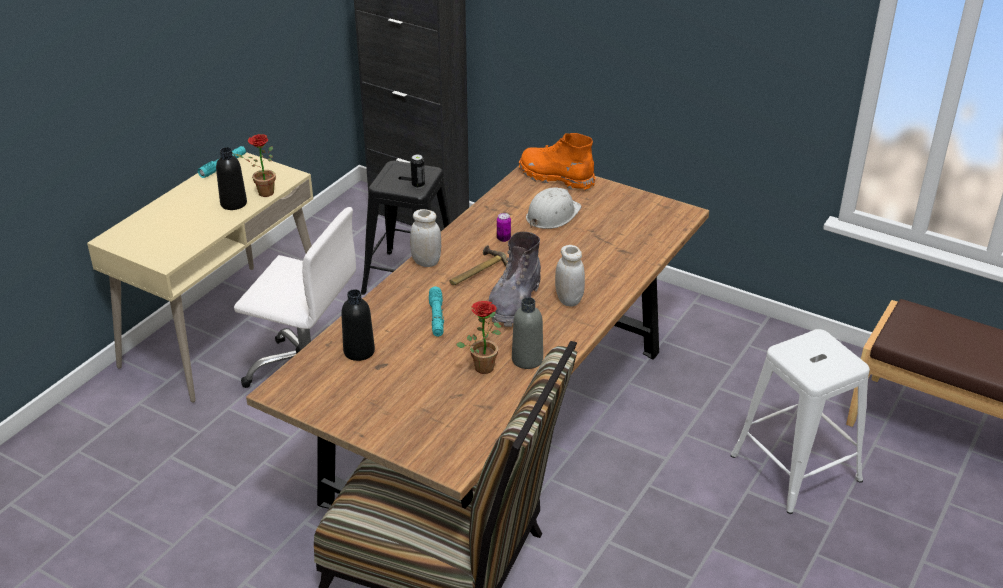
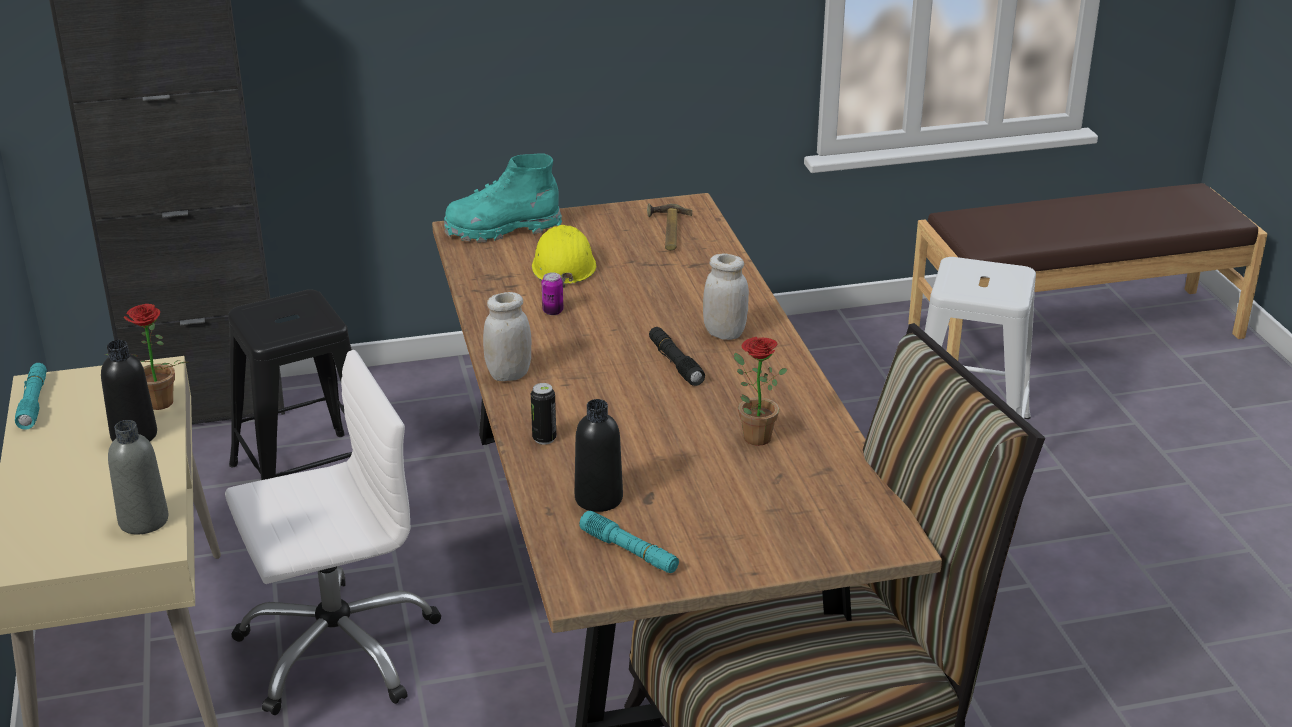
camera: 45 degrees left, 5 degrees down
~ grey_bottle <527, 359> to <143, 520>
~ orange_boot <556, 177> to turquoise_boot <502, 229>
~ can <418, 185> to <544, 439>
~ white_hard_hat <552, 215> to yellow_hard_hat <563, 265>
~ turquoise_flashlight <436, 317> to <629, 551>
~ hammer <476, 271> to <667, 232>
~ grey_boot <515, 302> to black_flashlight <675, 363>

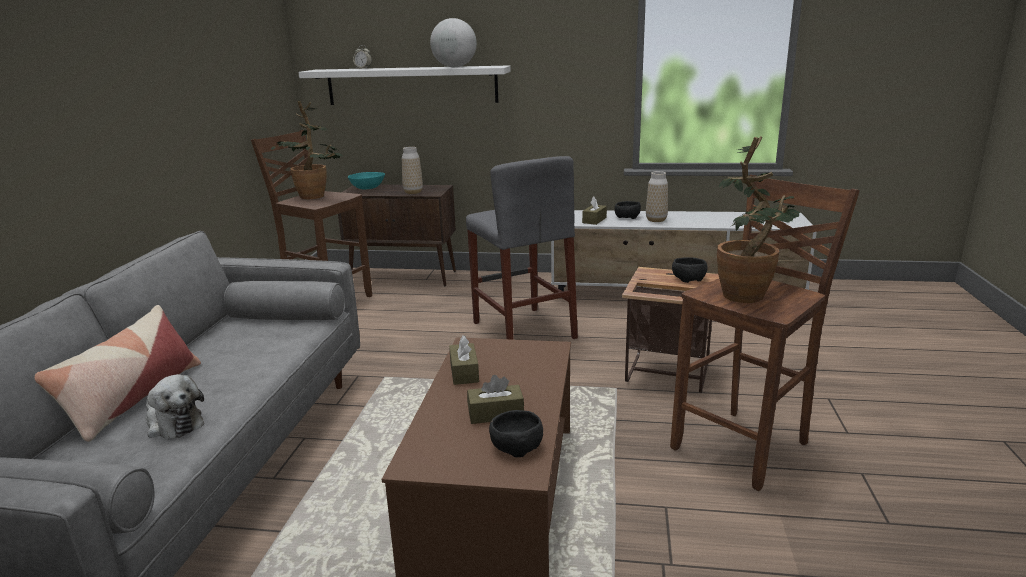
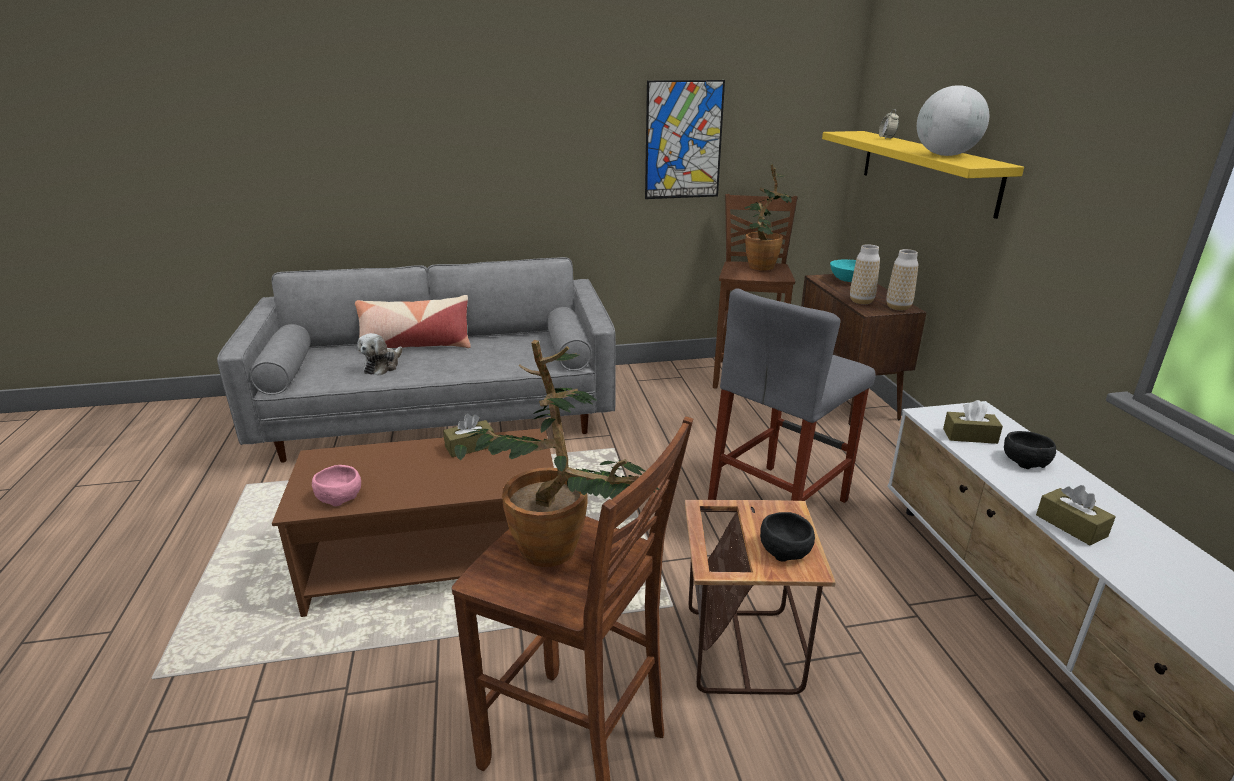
camera: 70 degrees right, 5 degrees up
~ black_bowl <515, 446> to pink_bowl <340, 496>
+ picture <683, 140>
~ white_shelf <411, 85> to yellow_shelf <926, 170>
~ vase <656, 220> to <898, 307>
~ brown_tissue_box <495, 414> to <1071, 525>

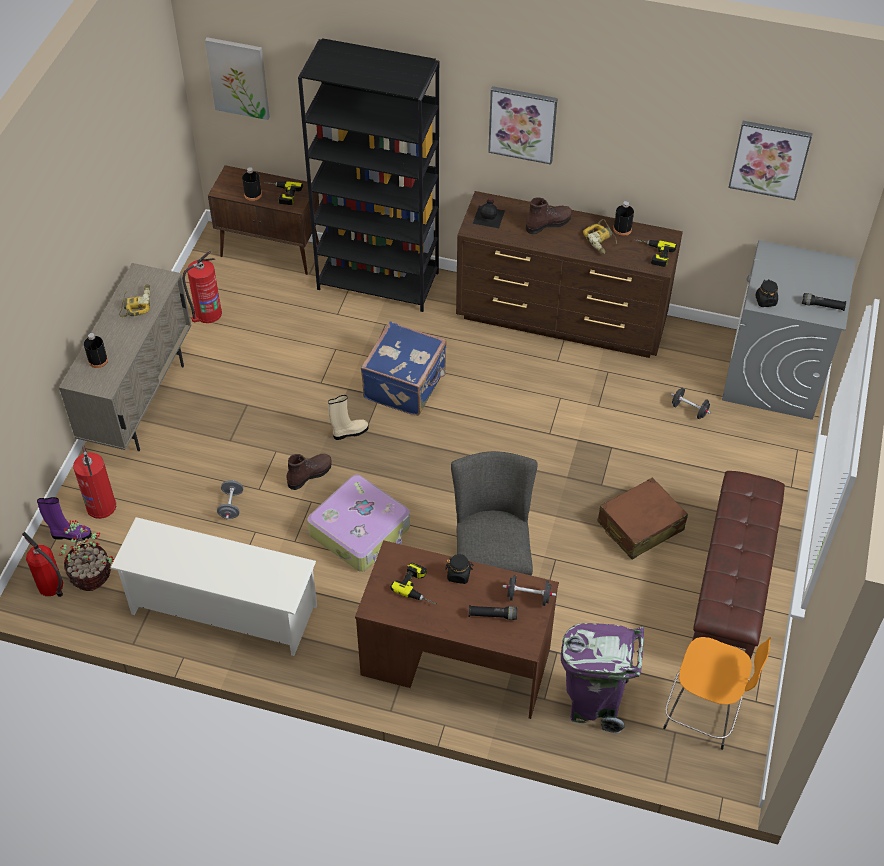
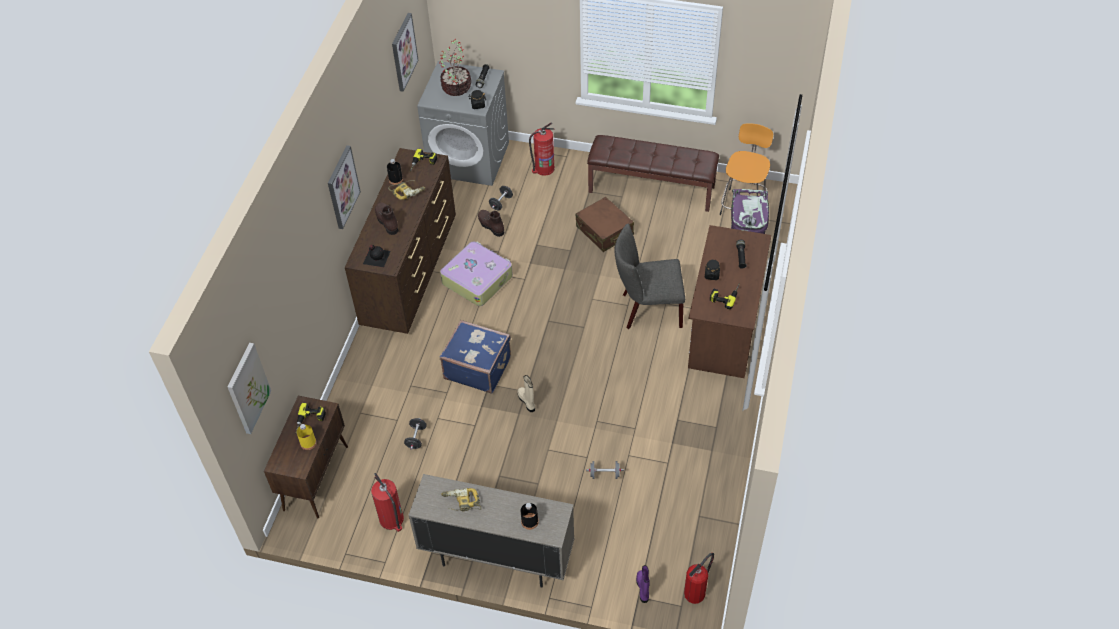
camera: 90 degrees left, 0 degrees up
~ black_bottle <253, 194> to yellow_bottle <308, 443>
~ black_dumbbell <528, 597> to <416, 438>
~ potted_plant <91, 574> to <456, 87>
~ suitcase <361, 531> to <477, 279>
~ brown_boot <309, 474> to <491, 226>
~ fire_extinguisher <101, 505> to <544, 168>
- white_shoe_rack <222, 610>
- black_bookcase <379, 281>

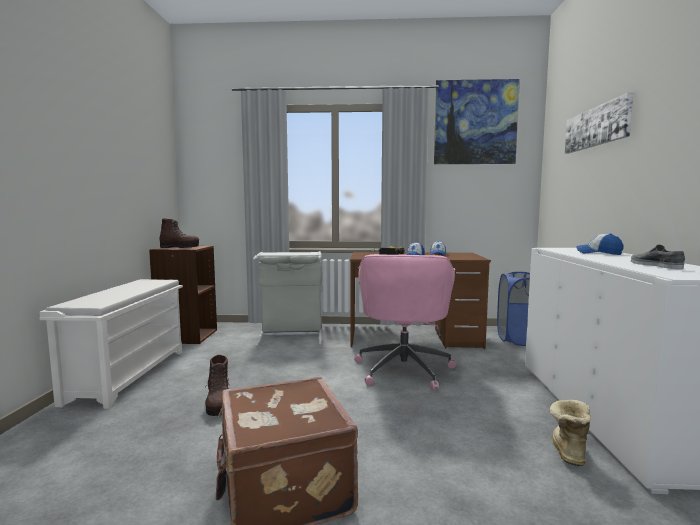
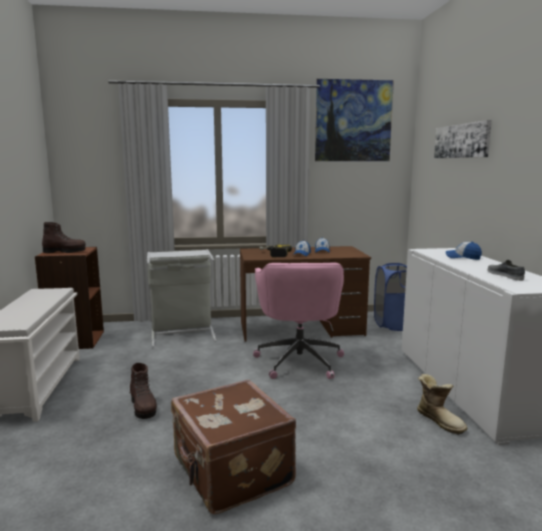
camera: 10 degrees left, 5 degrees up
~ boot <567, 451> = <440, 420> 135 degrees clockwise

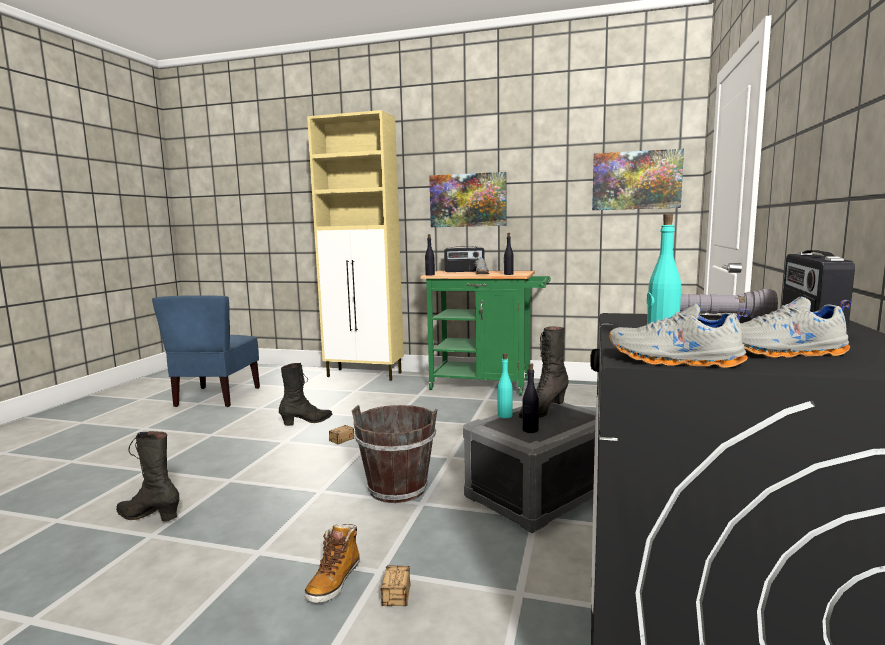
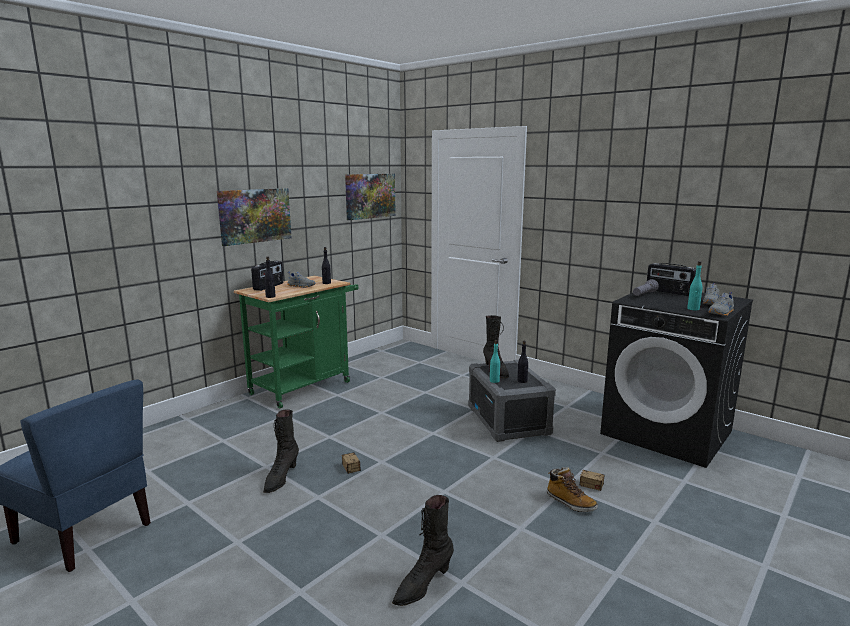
camera: 65 degrees left, 5 degrees up
~ black_boot <307, 422> = <281, 478> 150 degrees counterclockwise
- beige_cabinet <365, 375>
- brown_bucket <398, 488>

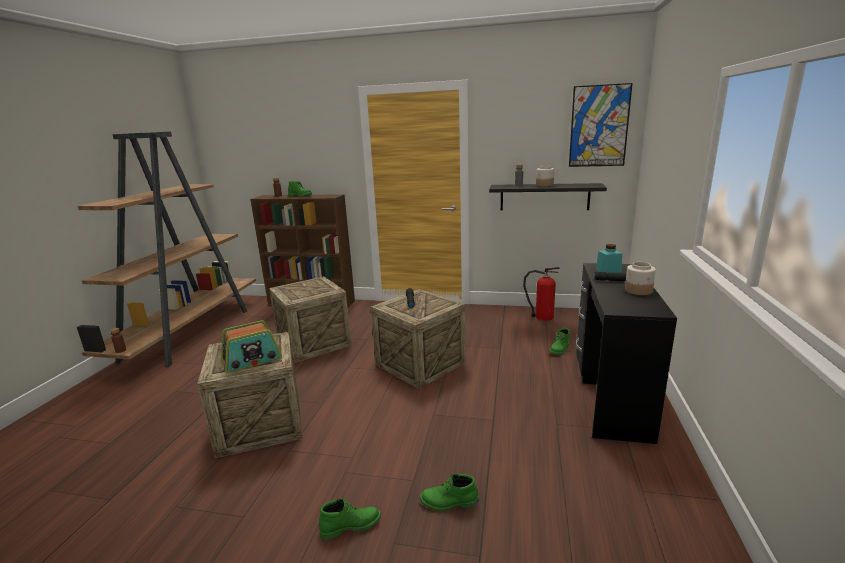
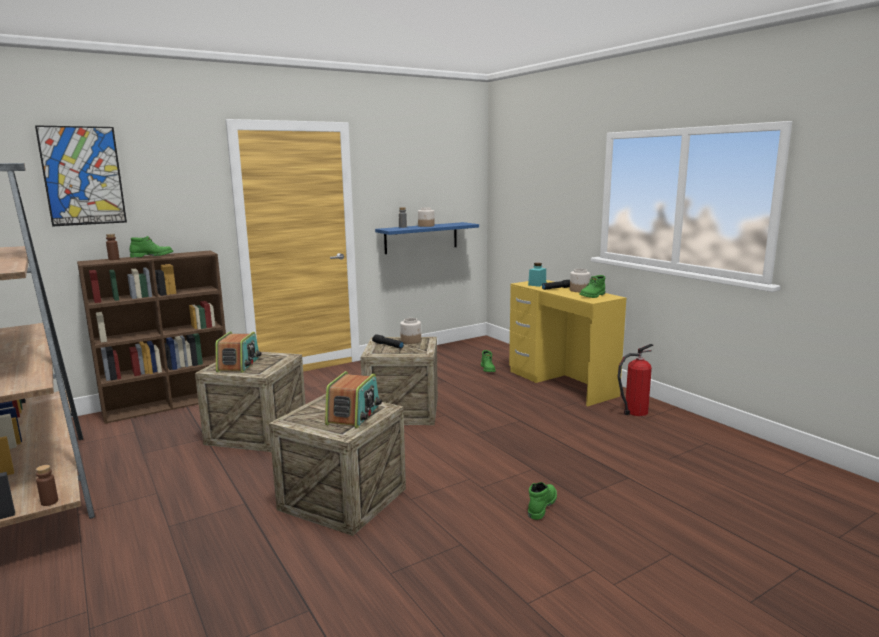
camera: 45 degrees left, 5 degrees down
~ picture <599, 126> to <83, 176>
+ radio <239, 364>
~ black_shelf <544, 197> to blue_shelf <421, 238>
+ jar <411, 341>
~ black_desk <611, 396> to yellow_desk <561, 383>
~ green_boot <449, 502> to <593, 296>
~ fire_extinguisher <542, 317> to <634, 412>

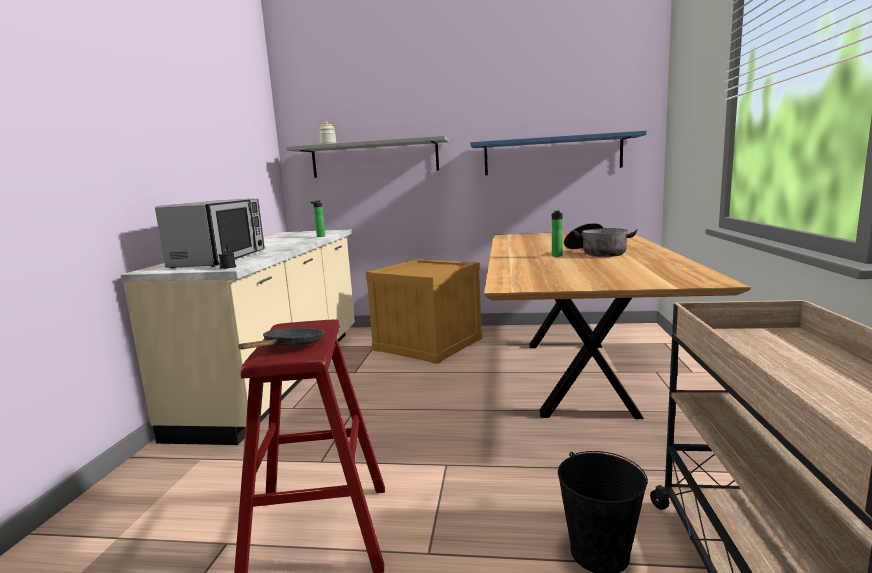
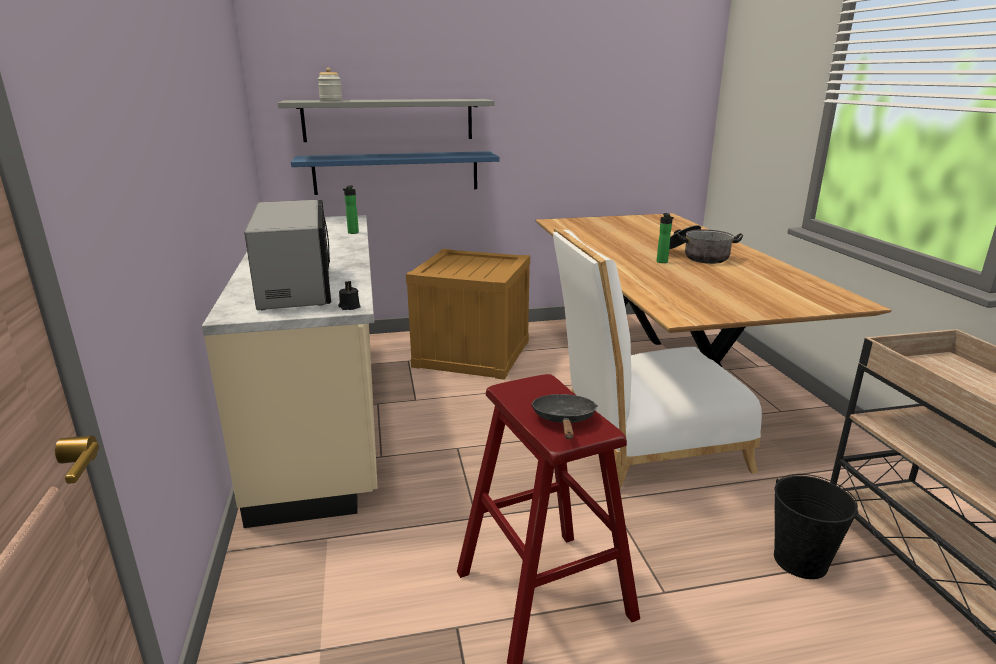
camera: 20 degrees left, 10 degrees up
~ blue_shelf <552, 155> to <396, 172>
+ white_chair <643, 447>

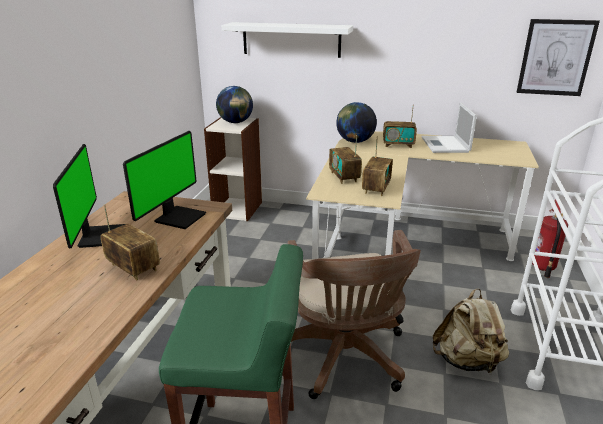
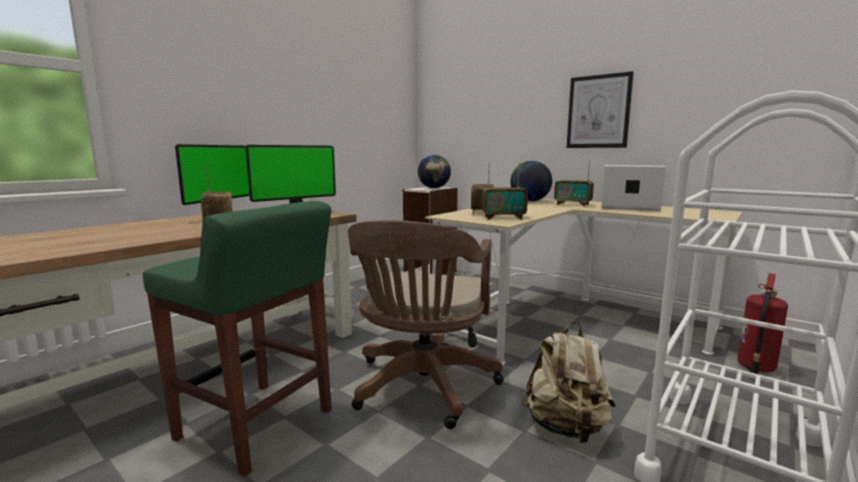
camera: 25 degrees right, 15 degrees down
~ radio <376, 188> = <503, 218> 45 degrees clockwise
~ picture <555, 58> to <598, 112>
~ laptop <445, 145> = <628, 207> 90 degrees clockwise
- white_shelf <291, 39>

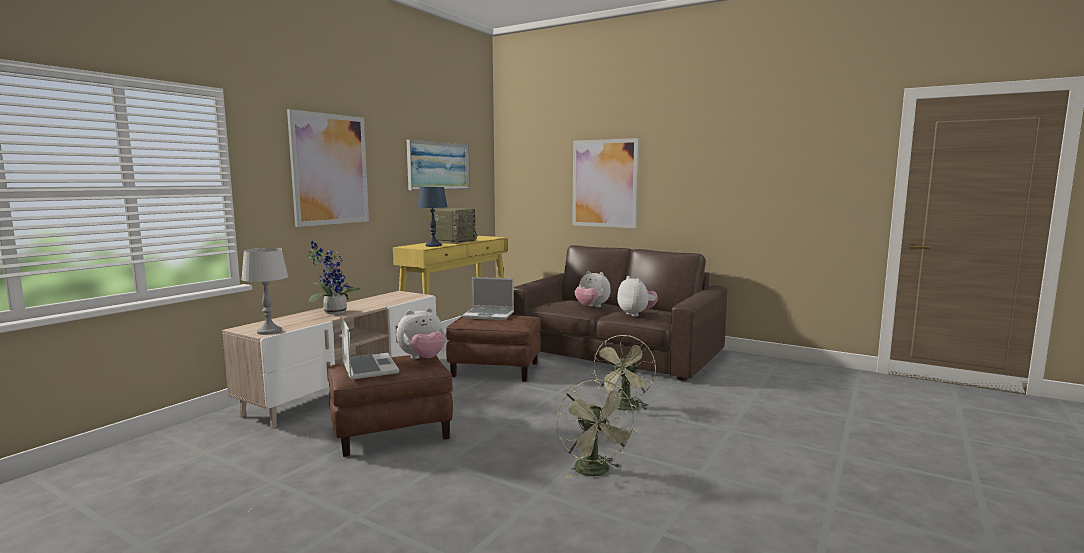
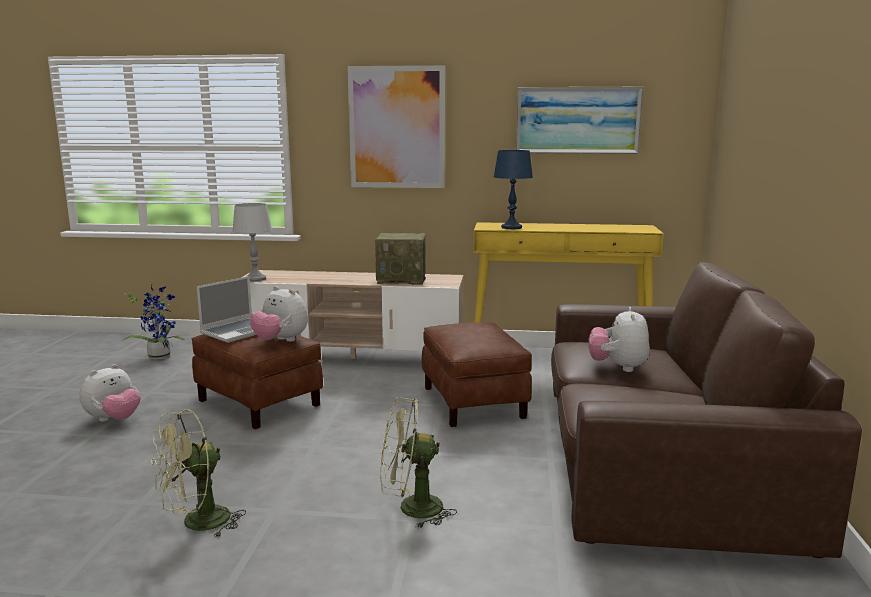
camera: 65 degrees right, 5 degrees up
~ plush_toy <636, 314> to <114, 419>
~ potted_plant <332, 312> to <159, 355>
~ radio <454, 241> to <402, 280>
- laptop <489, 315>
- picture <604, 183>

